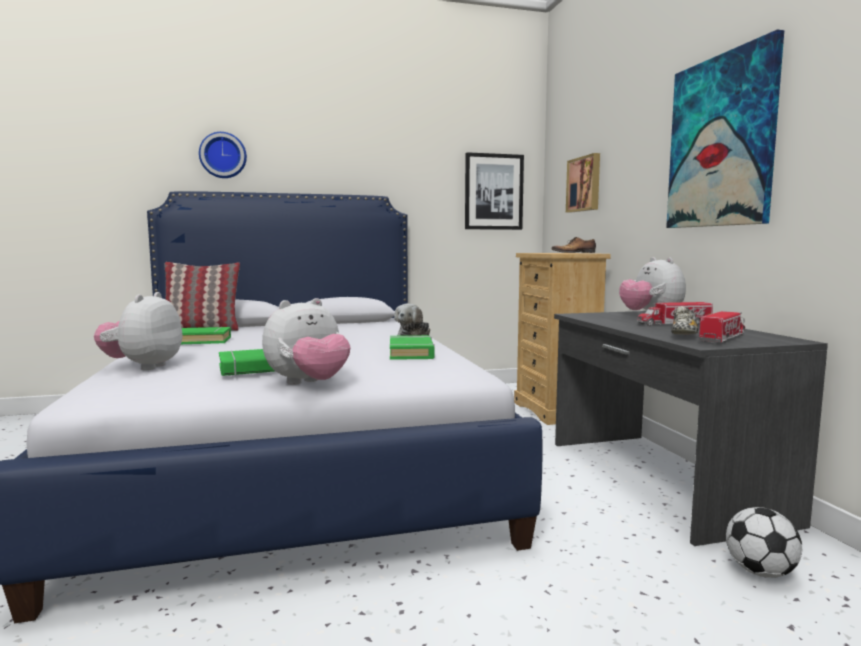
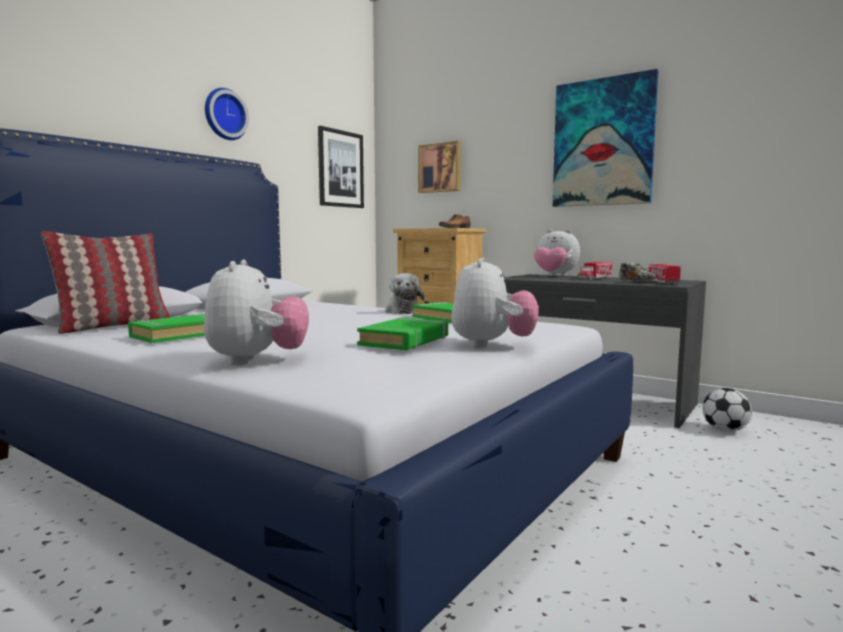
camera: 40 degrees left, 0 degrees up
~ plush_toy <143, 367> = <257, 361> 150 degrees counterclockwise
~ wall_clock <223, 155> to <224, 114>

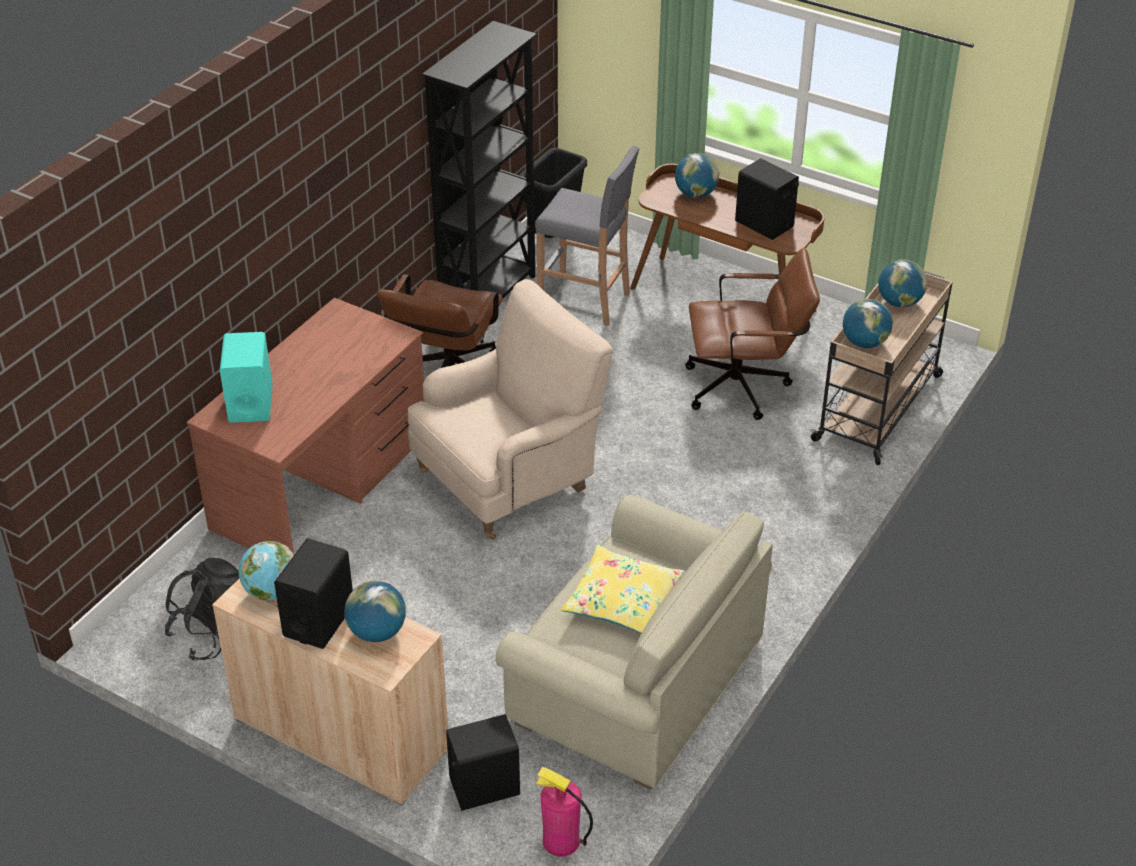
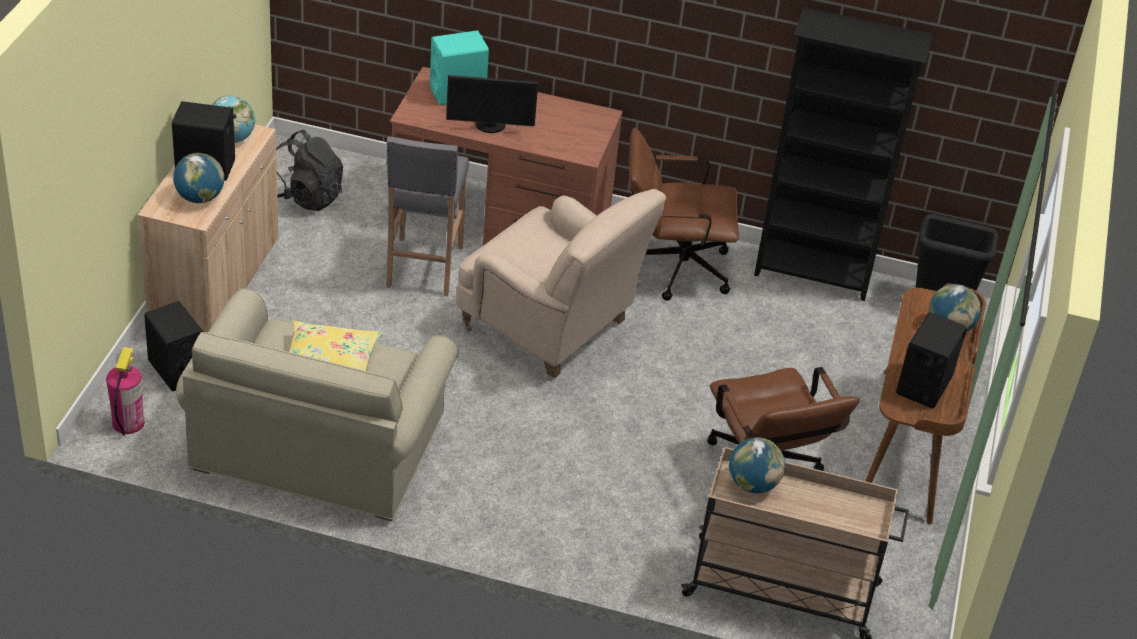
camera: 70 degrees right, 0 degrees up
~ grey_stool <586, 301> to <423, 268>
+ monitor <490, 126>
- globe <899, 302>

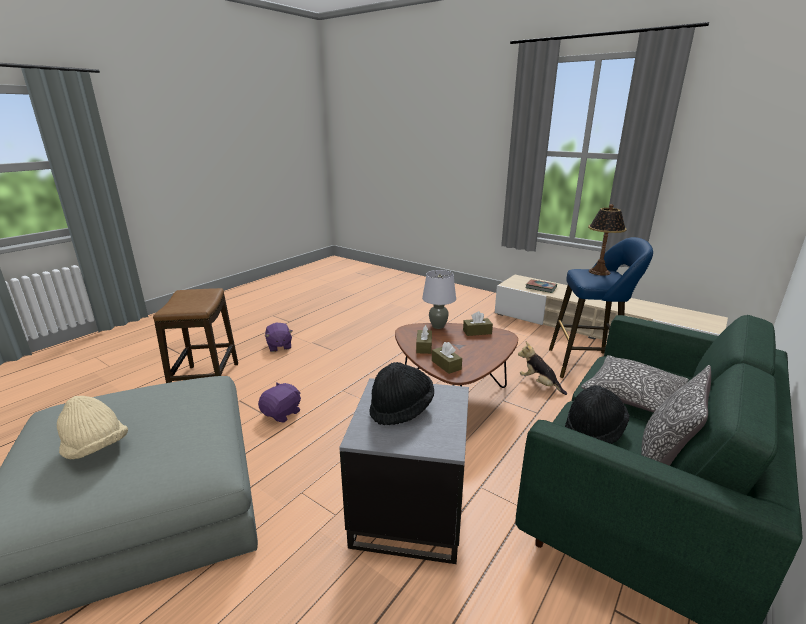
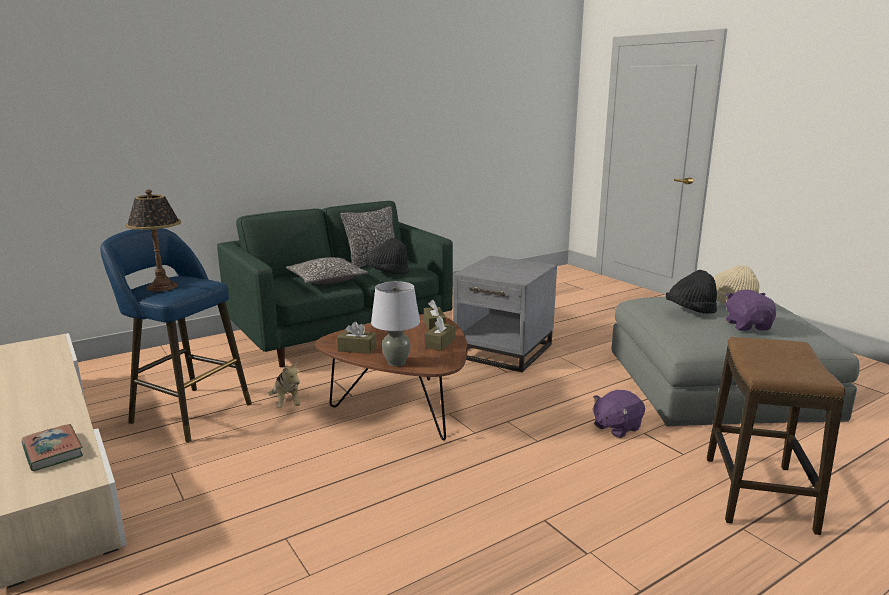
camera: 160 degrees left, 5 degrees down
~ black_hat <401, 409> to <690, 311>
~ purple_plush_toy <279, 346> to <748, 326>

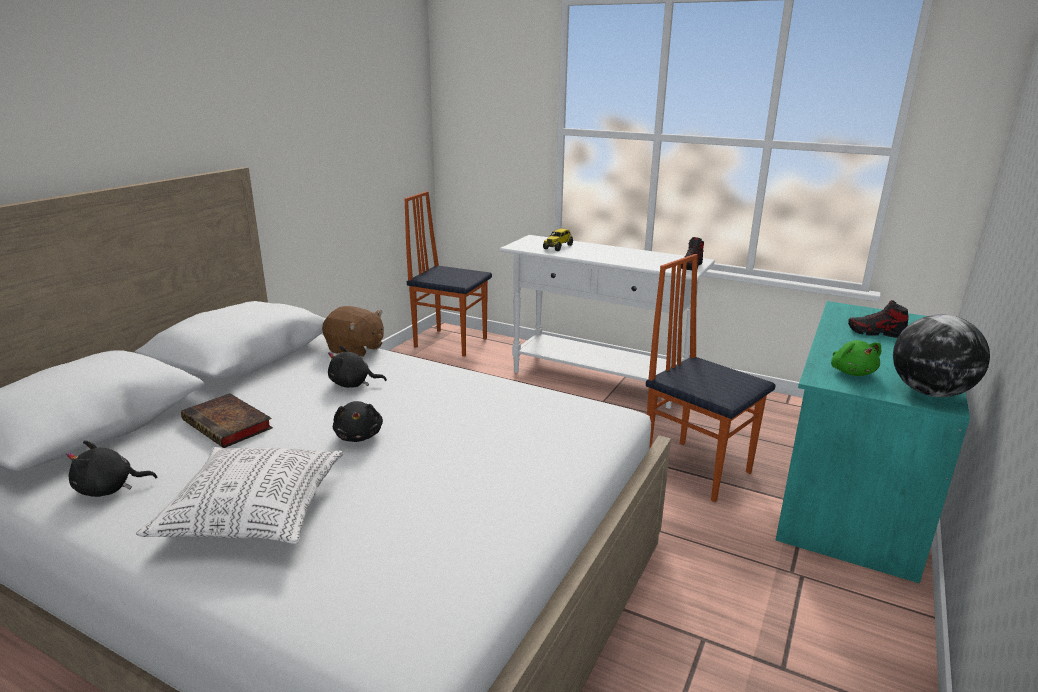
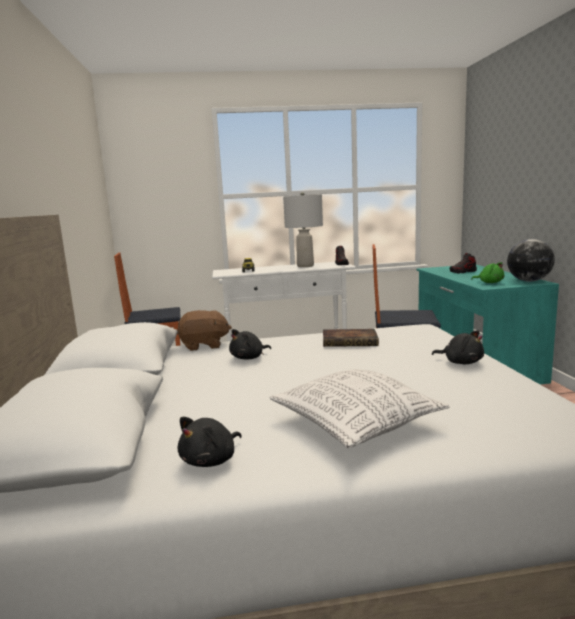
camera: 35 degrees left, 10 degrees down
+ grey_table_lamp <305, 266>
~ book <229, 425> to <351, 341>
~ black_plush_toy <359, 436> to <461, 362>

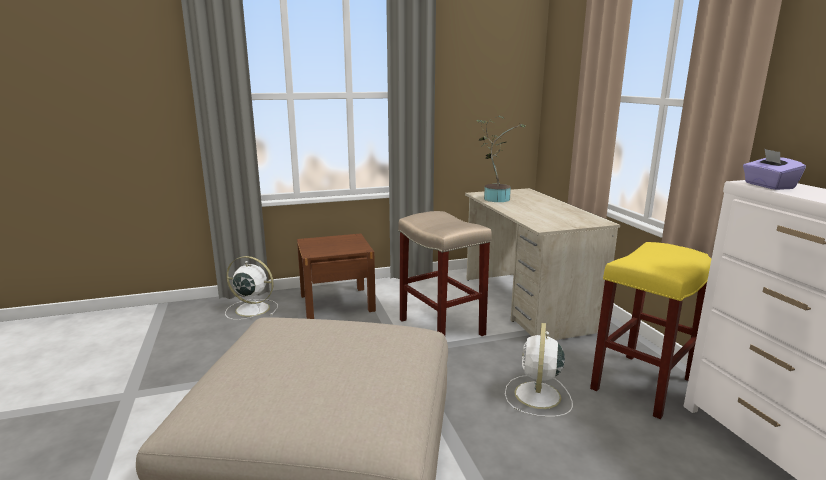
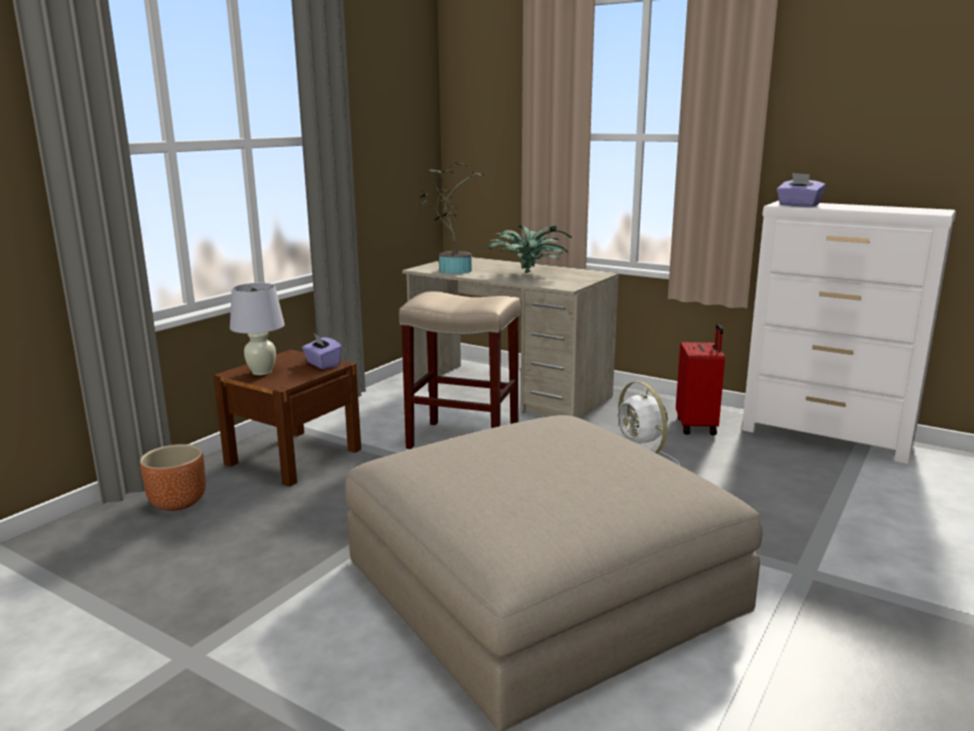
camera: 40 degrees left, 0 degrees up
~ white_fan <251, 309> to brown_planter <177, 503>
+ white_table_lamp <261, 372>
+ purple_tissue_box <322, 364>
+ potted_plant <529, 273>
~ yellow_stool <642, 385> to red_suitcase <697, 426>

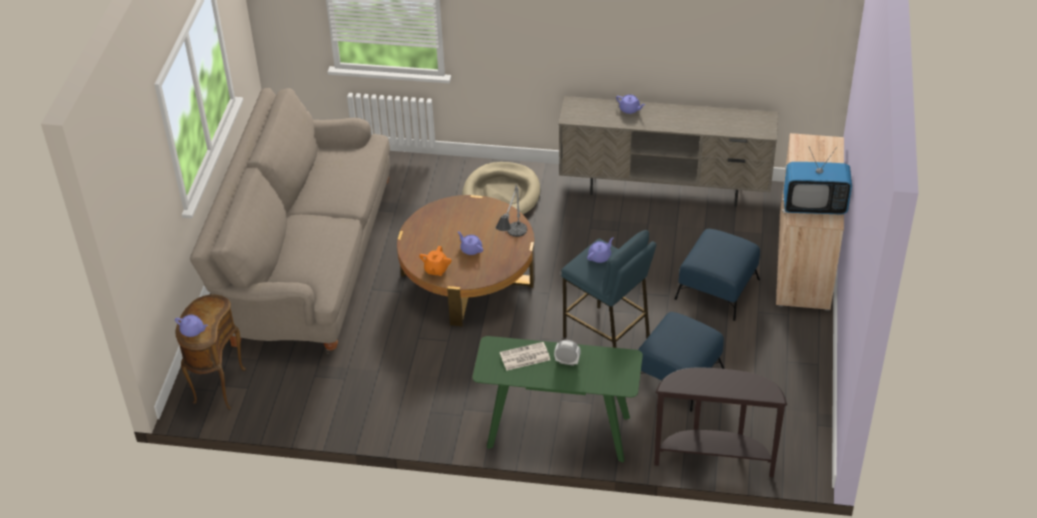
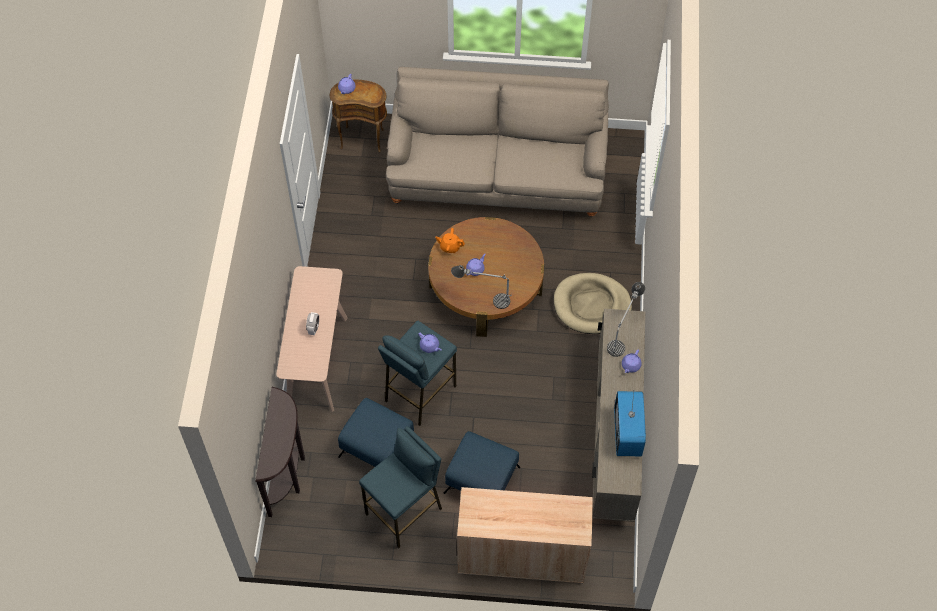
camera: 85 degrees right, 15 degrees up
~ green_console_table <558, 432> to beige_console_table <317, 361>
+ blue_stool <405, 512>
+ table_lamp <623, 333>
~ television <814, 206> to <628, 433>
- newspaper <524, 357>

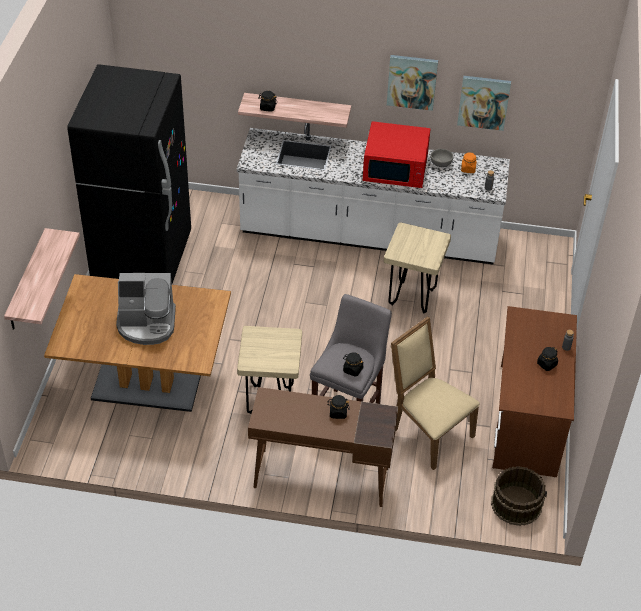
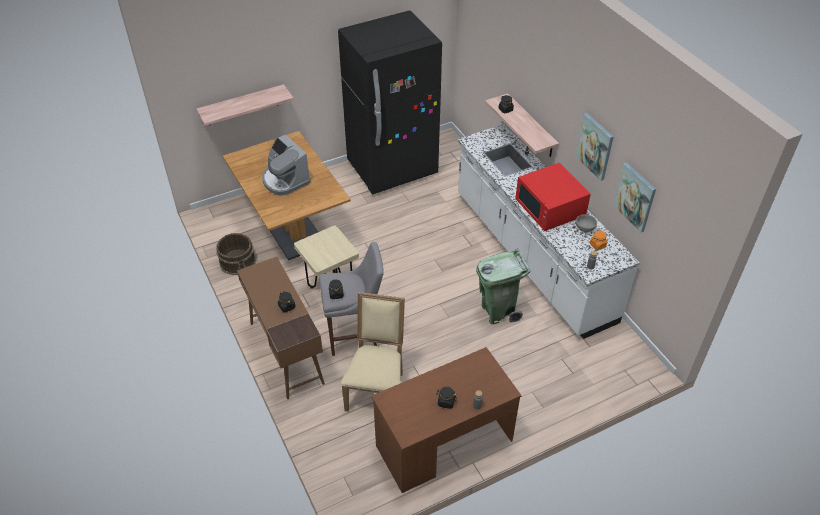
camera: 55 degrees right, 0 degrees up
~ brown_bucket <516, 504> to <238, 261>
~ beige_stool <412, 297> to green_trash_can <498, 311>

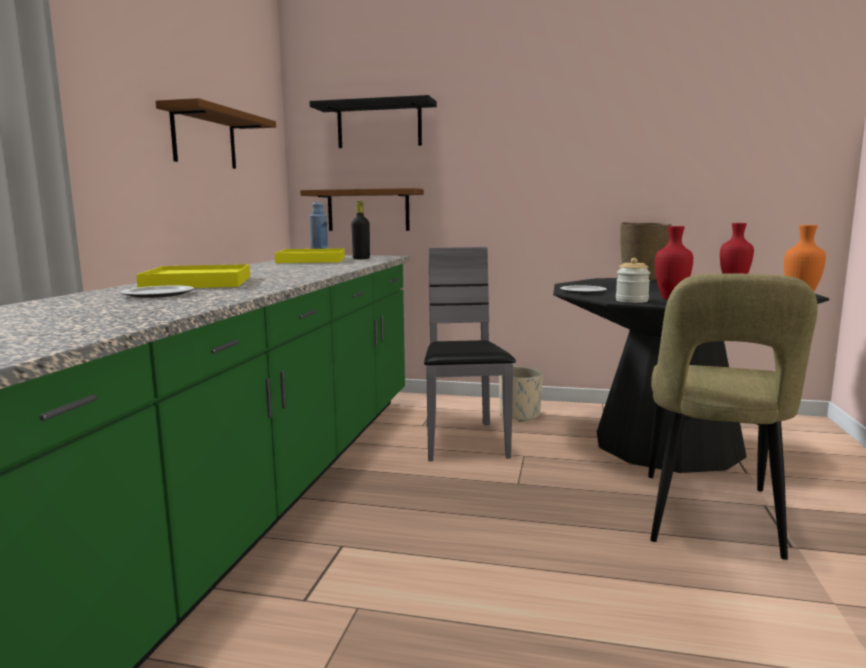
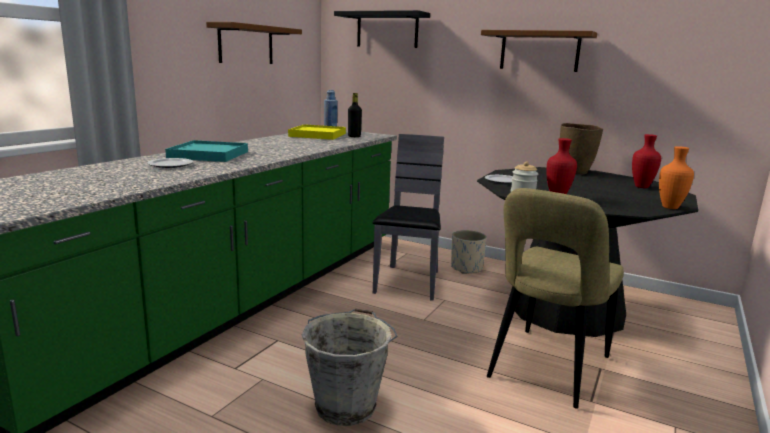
camera: 15 degrees right, 5 degrees up
~ yellow_tray <198, 282> to turquoise_tray <208, 155>
+ grey_bucket <346, 405>
~ brown_shelf <368, 210> to <539, 51>

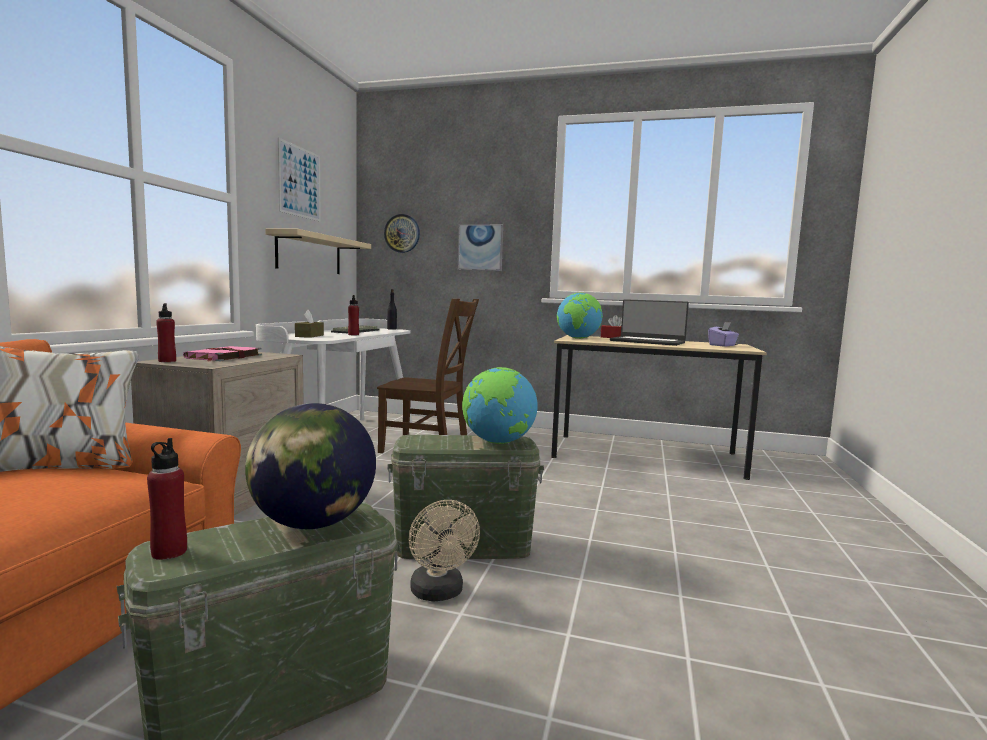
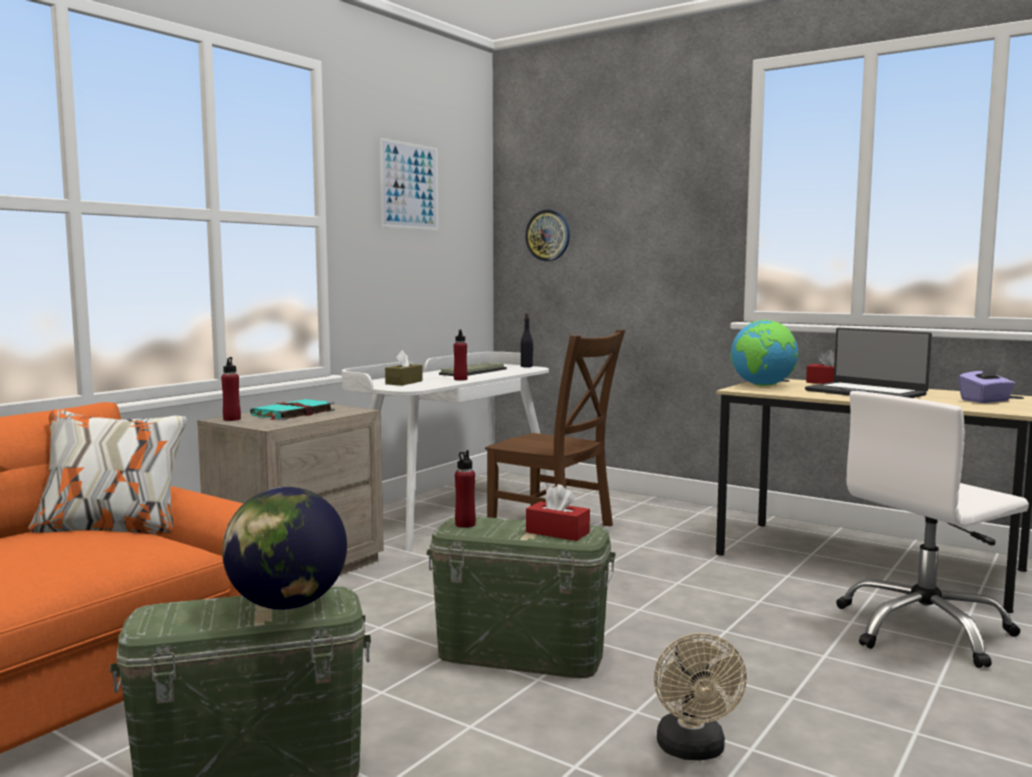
camera: 20 degrees right, 0 degrees up
~ pink_book <223, 357> to turquoise_book <292, 413>
~ red_bottle <169, 552> to <465, 524>
~ globe <498, 442> to red_tissue_box <557, 532>
~ beige_fan <439, 593> to <693, 751>
+ white_office_chair <924, 630>
- beige_shelf <309, 254>
- picture <480, 247>

